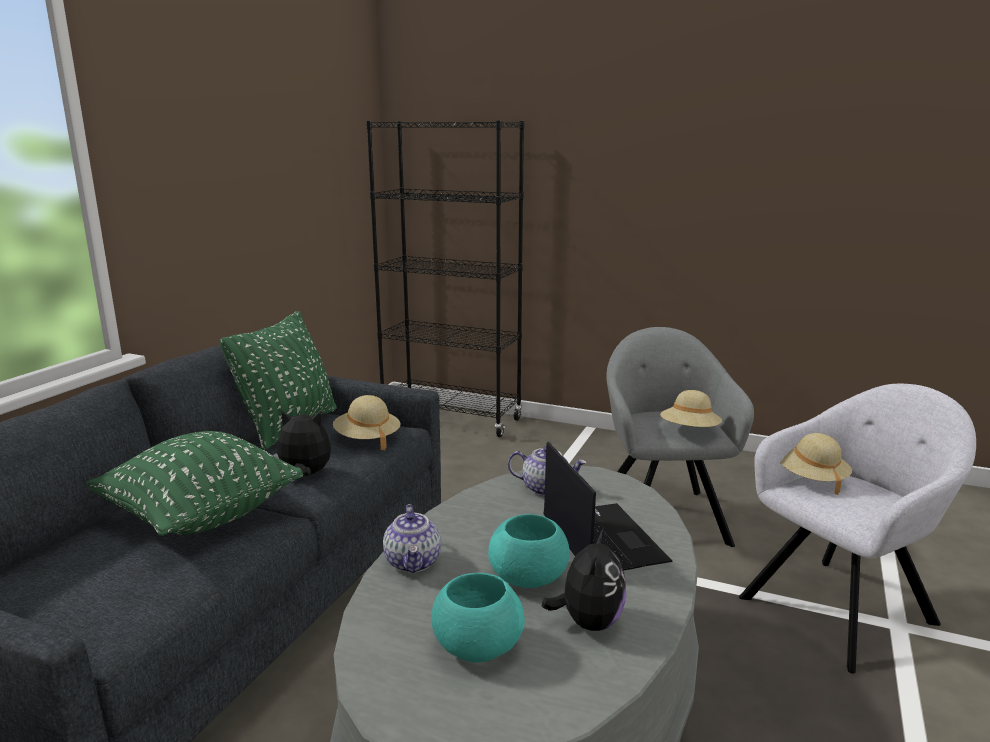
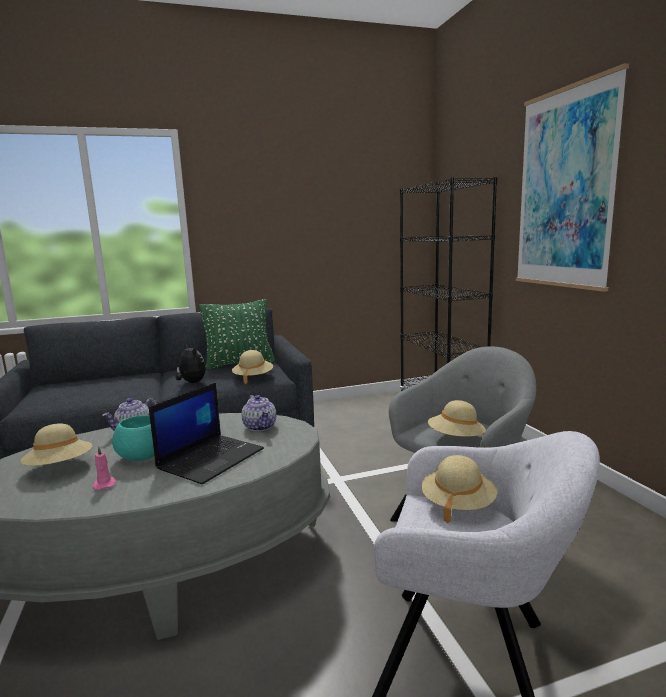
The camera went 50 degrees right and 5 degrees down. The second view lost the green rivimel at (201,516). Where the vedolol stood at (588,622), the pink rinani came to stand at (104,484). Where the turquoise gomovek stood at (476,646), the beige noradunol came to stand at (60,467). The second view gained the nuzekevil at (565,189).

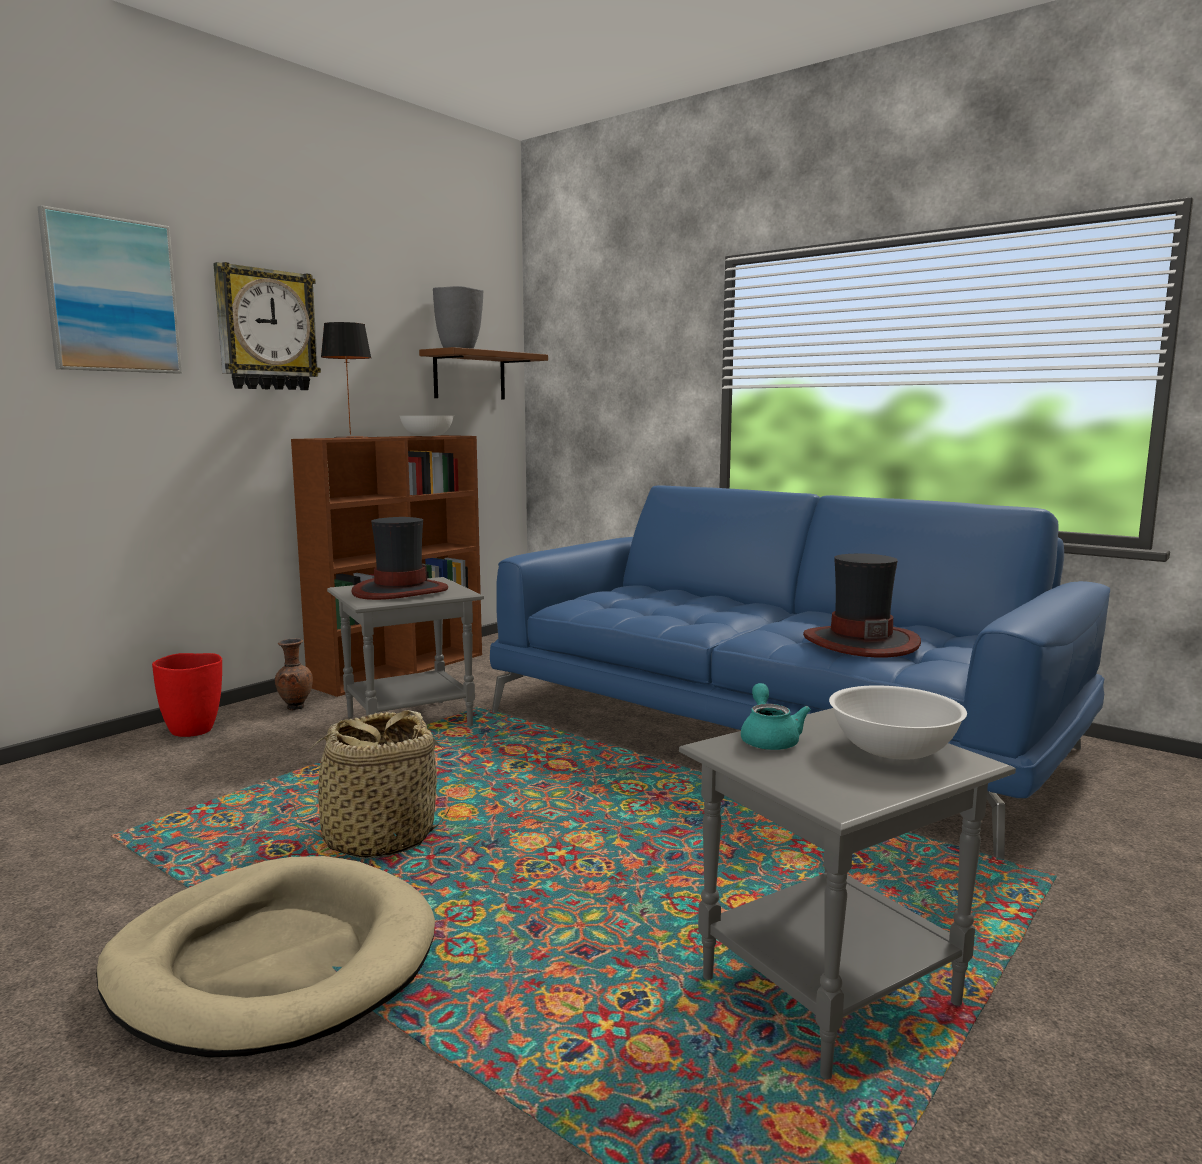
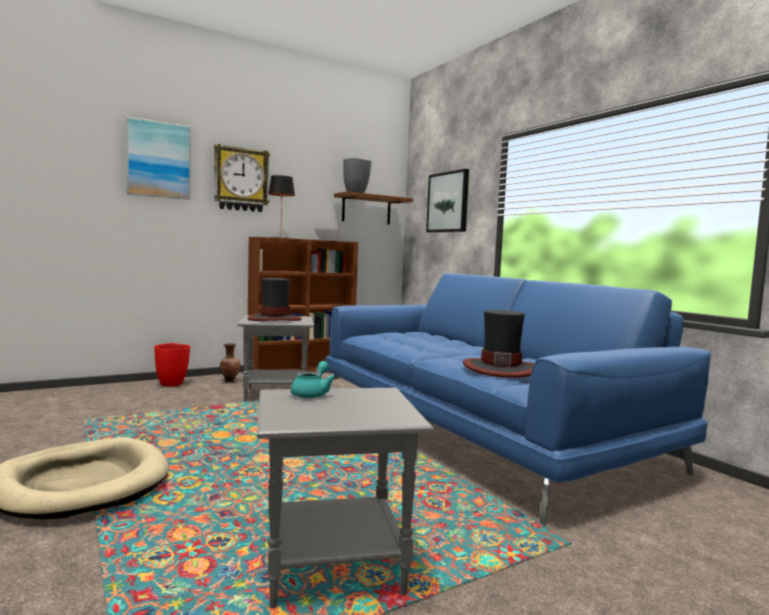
The camera went 20 degrees right and 5 degrees down. The second view lost the white gomovek at (894,750). The second view lost the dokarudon at (378,838). The second view gained the nuzekevil at (448,202).

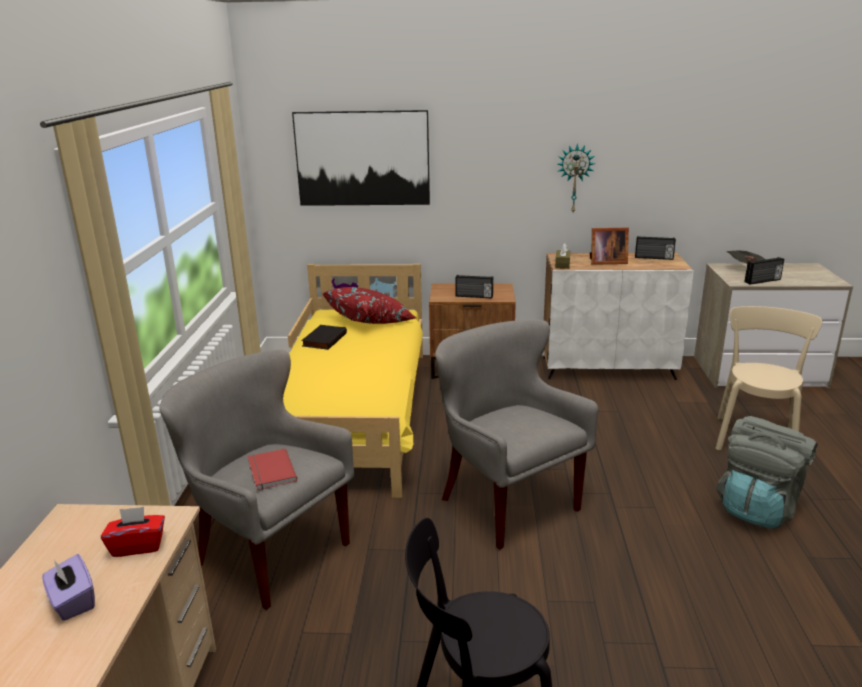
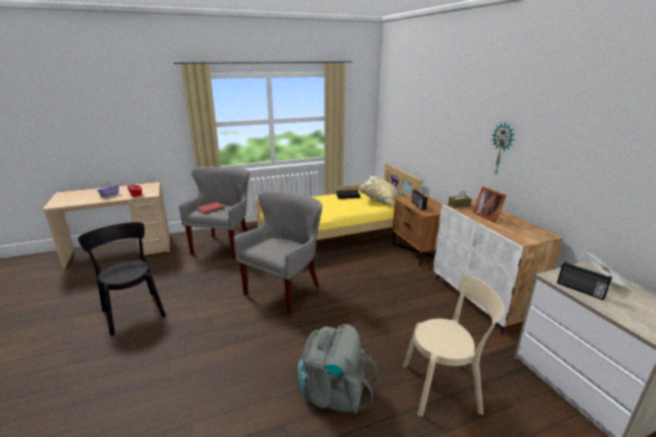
The camera went 65 degrees right and 0 degrees up. The second view lost the nuzekevil at (362,159). The second view lost the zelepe at (653,258). What was the red rivimel at (370,321) turned into the beige rivimel at (380,199).

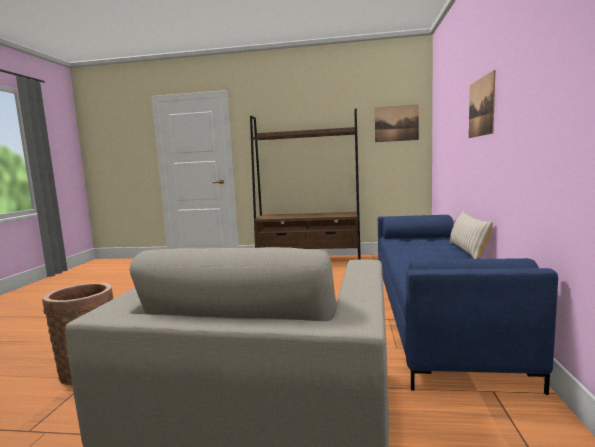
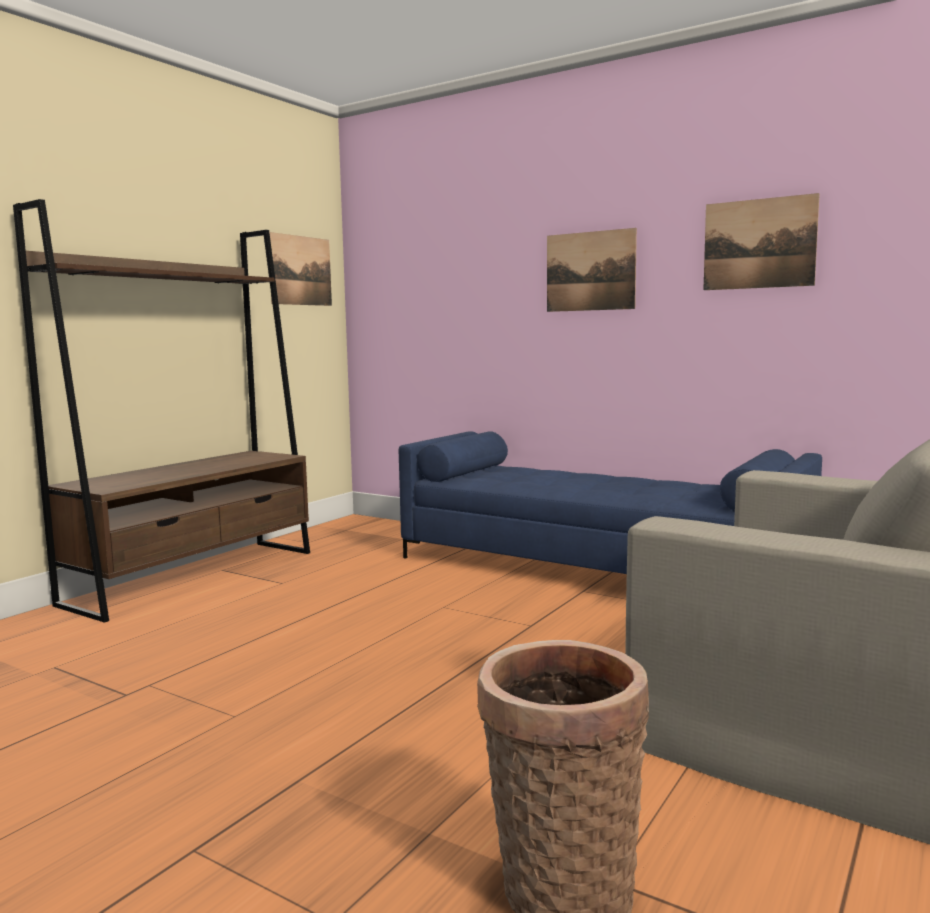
The camera went 65 degrees left and 0 degrees up. The second view lost the beige rivimel at (467,250). The second view gained the nuzekevil at (759,244).

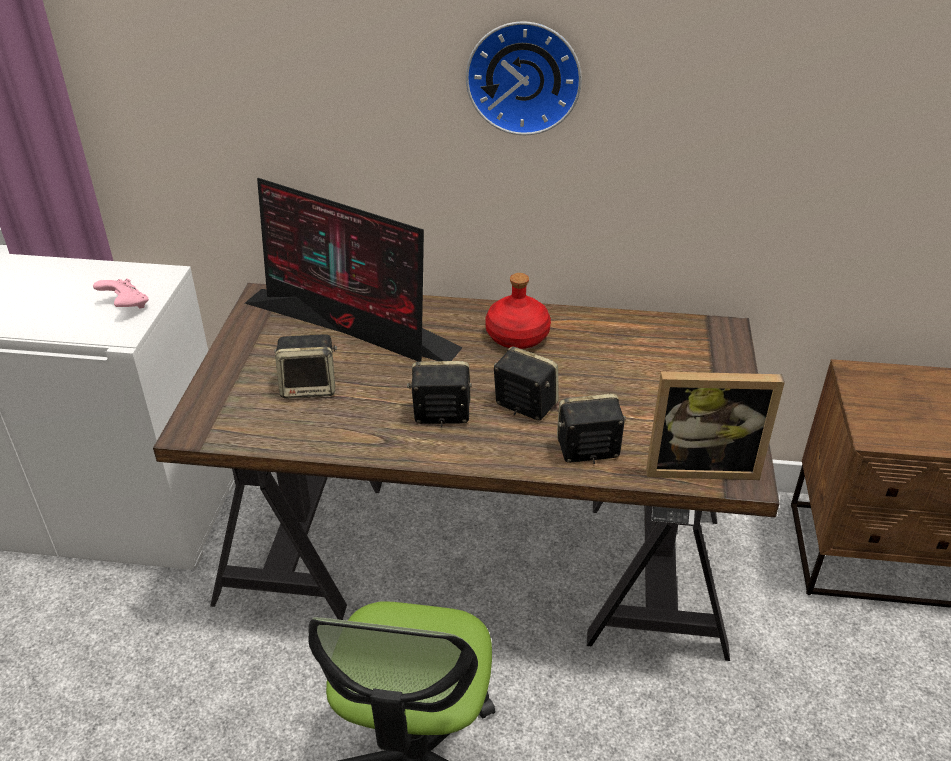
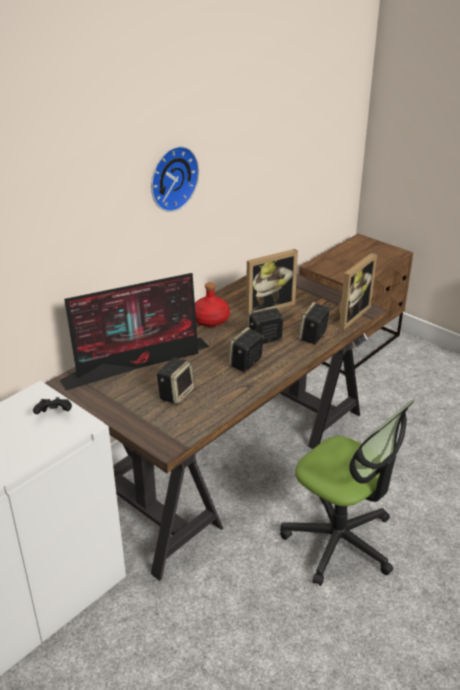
The camera went 55 degrees left and 5 degrees down. What was the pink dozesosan at (126,306) turned into the black dozesosan at (54,415). The second view gained the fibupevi at (267,306).

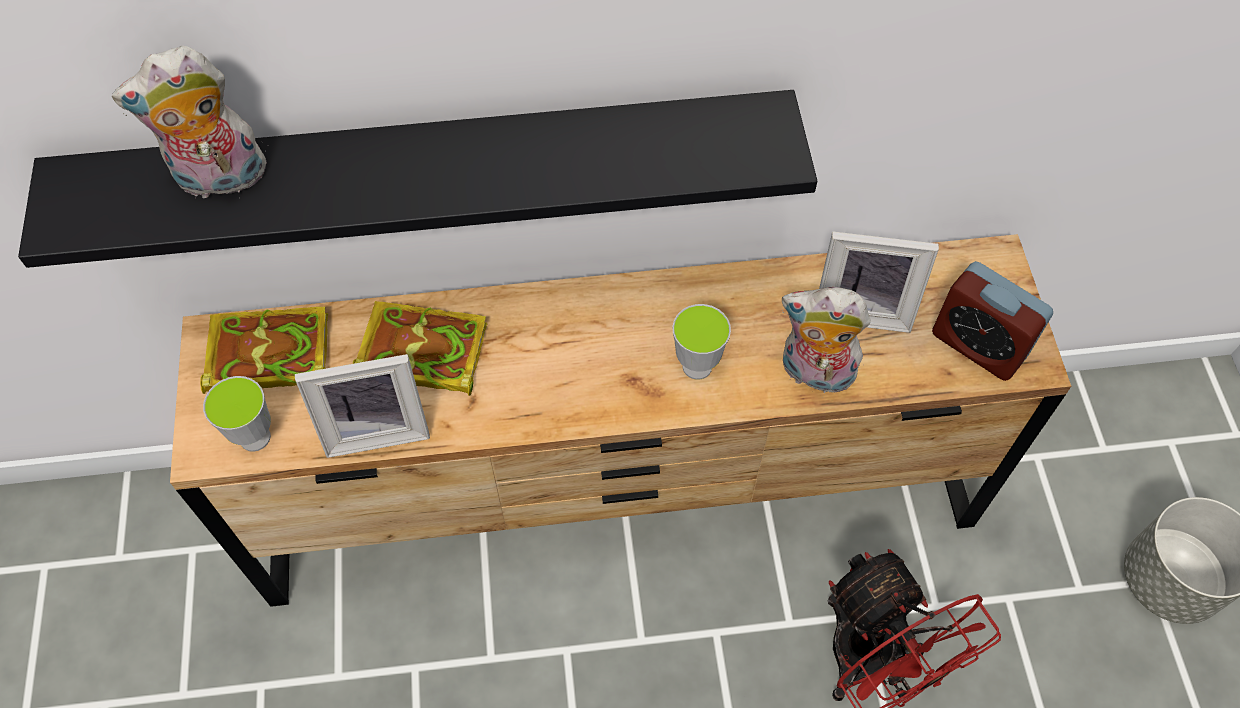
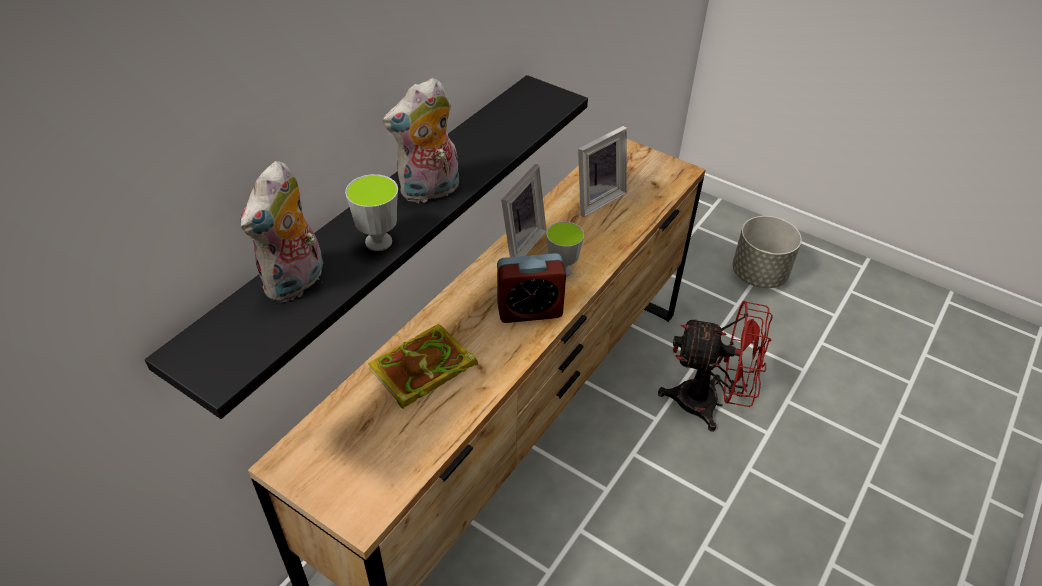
The camera went 50 degrees left and 15 degrees down. The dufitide ended up elsewhere, having gone from (978,345) to (529,310). The vedolol ended up elsewhere, having gone from (814,373) to (429,191). The second view lost the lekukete at (265,355). The fibupevi ended up elsewhere, having gone from (376,428) to (518,244). The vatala ended up elsewhere, having gone from (255,437) to (378,242).

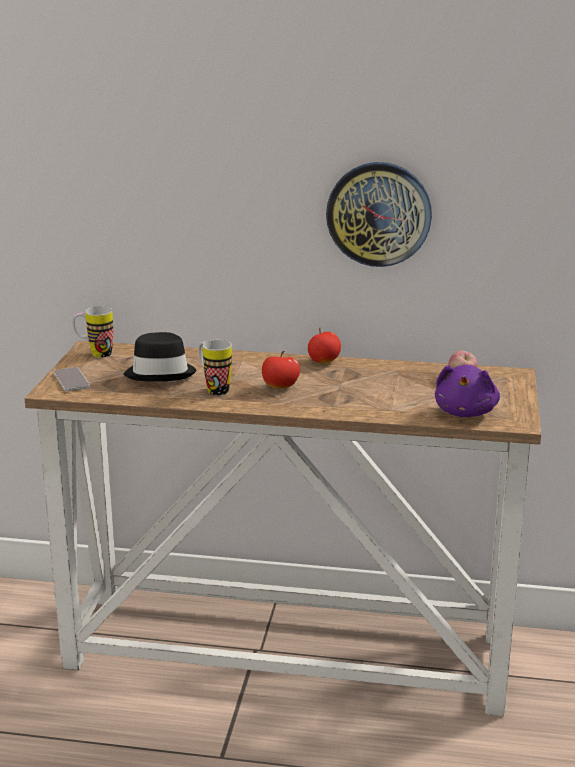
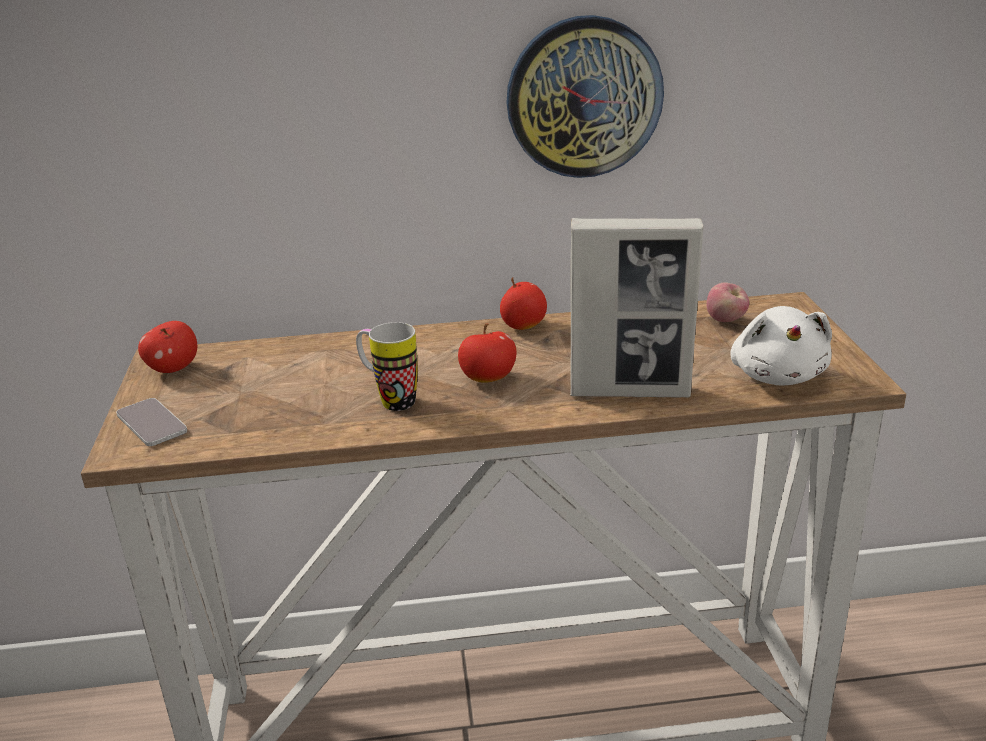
The camera went 15 degrees left and 5 degrees up. Where the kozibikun stood at (95,354), the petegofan came to stand at (173,369). The second view lost the black noradunol at (161,373). What was the purple vedolol at (466,412) turned into the white vedolol at (777,375). The second view gained the fibupevi at (630,392).

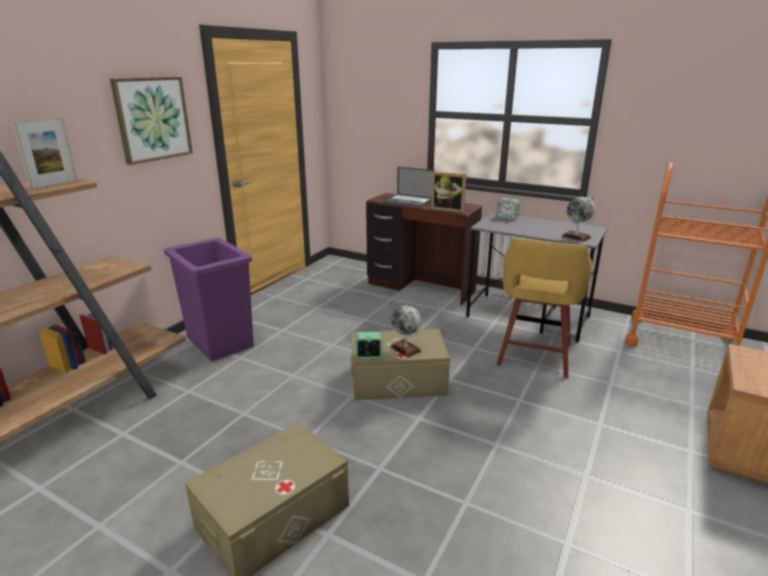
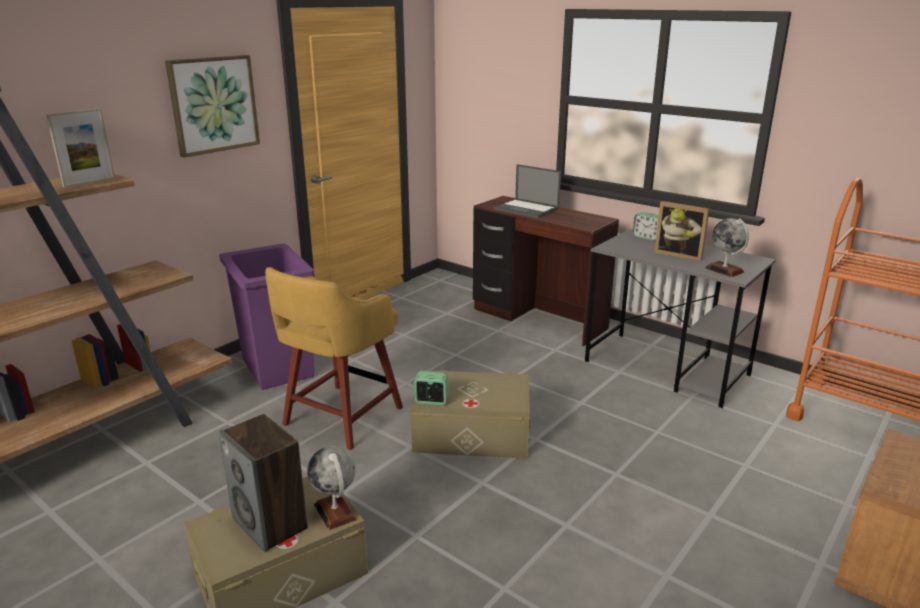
The camera went 10 degrees right and 0 degrees up. The fibupevi ended up elsewhere, having gone from (448,209) to (679,254). The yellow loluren ended up elsewhere, having gone from (533,356) to (340,418). The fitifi ended up elsewhere, having gone from (405,349) to (335,512). The second view gained the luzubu at (270,524).

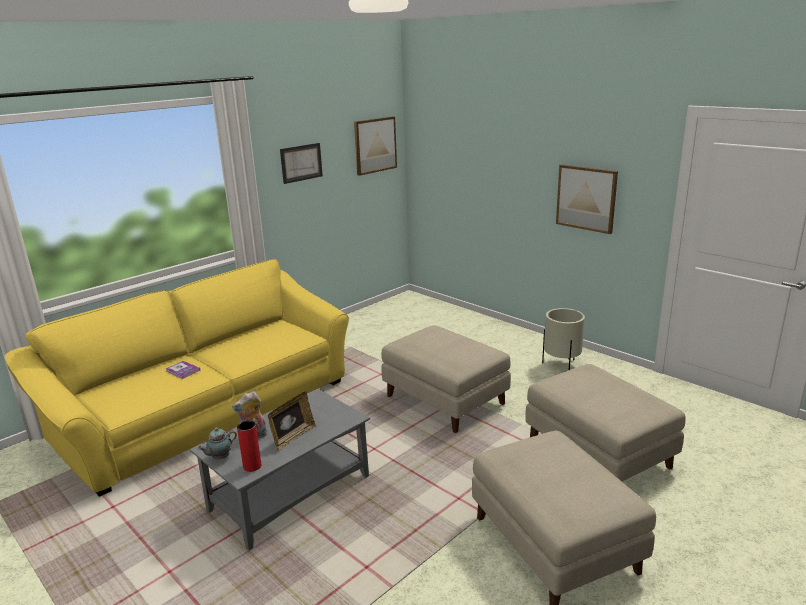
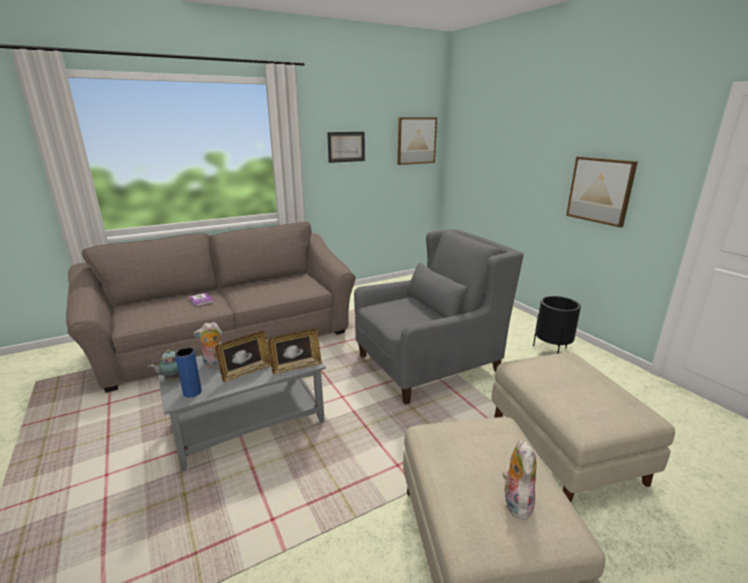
The camera went 15 degrees right and 0 degrees up. What was the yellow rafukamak at (207,411) turned into the brown rafukamak at (229,338). What was the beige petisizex at (561,366) turned into the black petisizex at (551,351). Where the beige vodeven stood at (446,400), the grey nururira came to stand at (428,365). What was the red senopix at (252,466) turned into the blue senopix at (192,392). The second view gained the fibupevi at (296,367). The second view gained the vedolol at (515,502).

